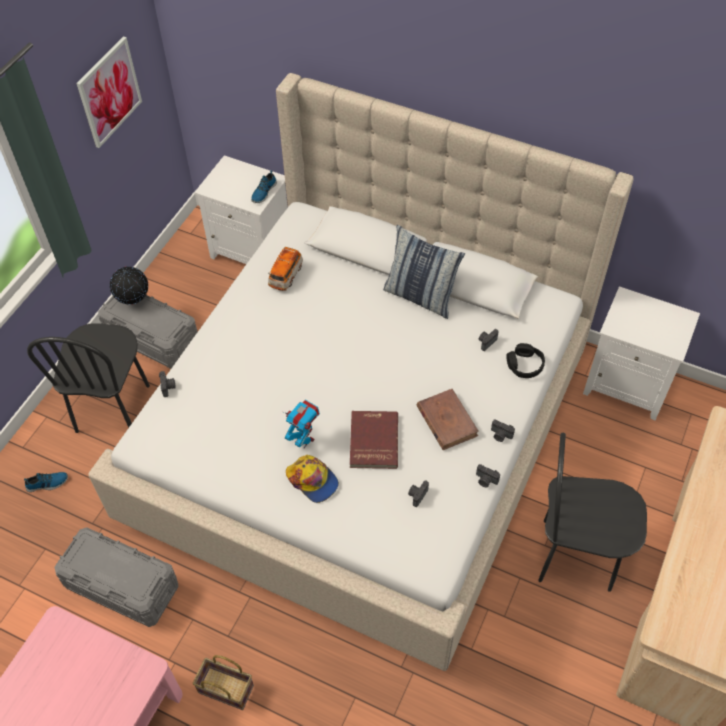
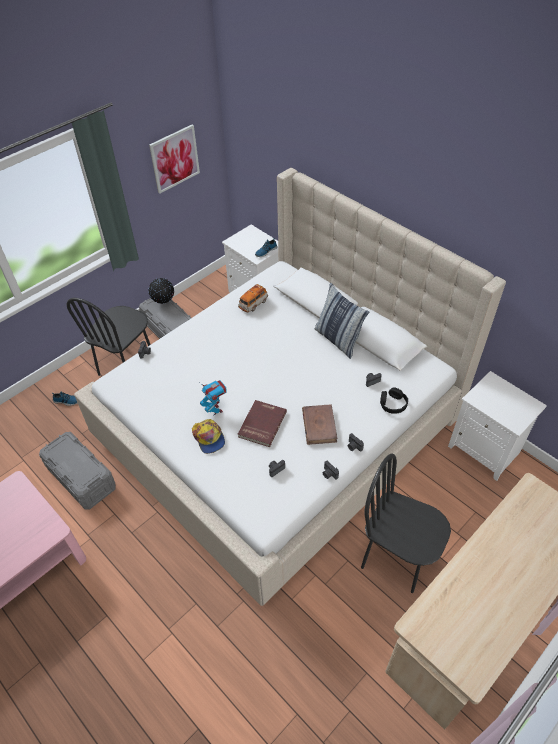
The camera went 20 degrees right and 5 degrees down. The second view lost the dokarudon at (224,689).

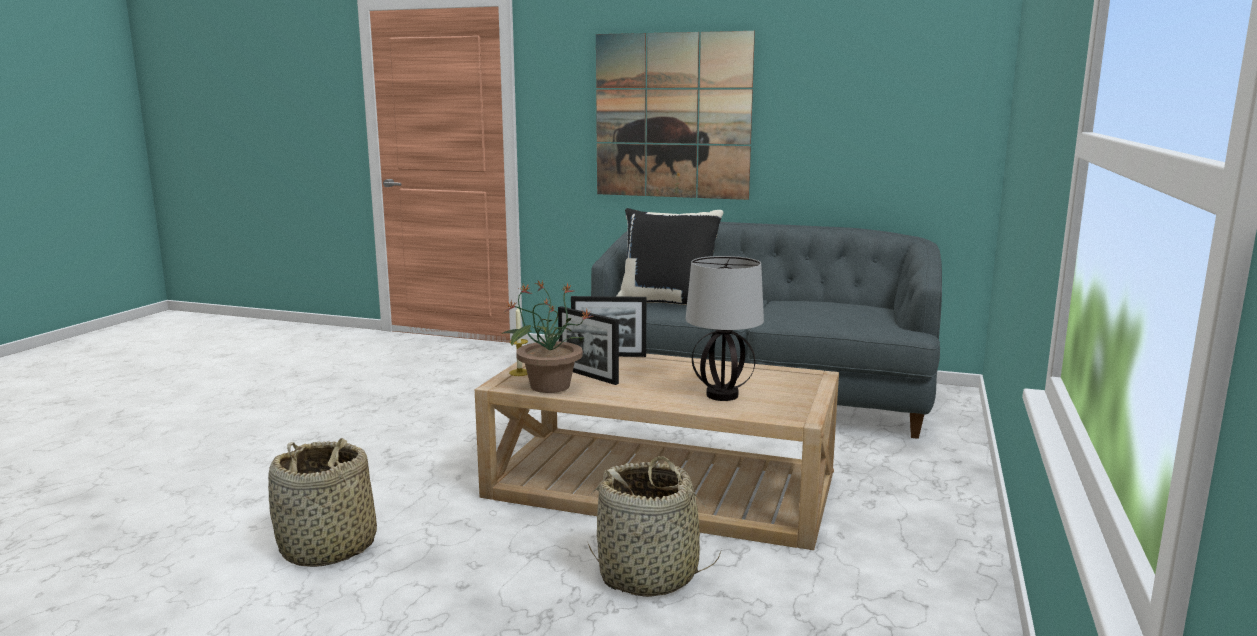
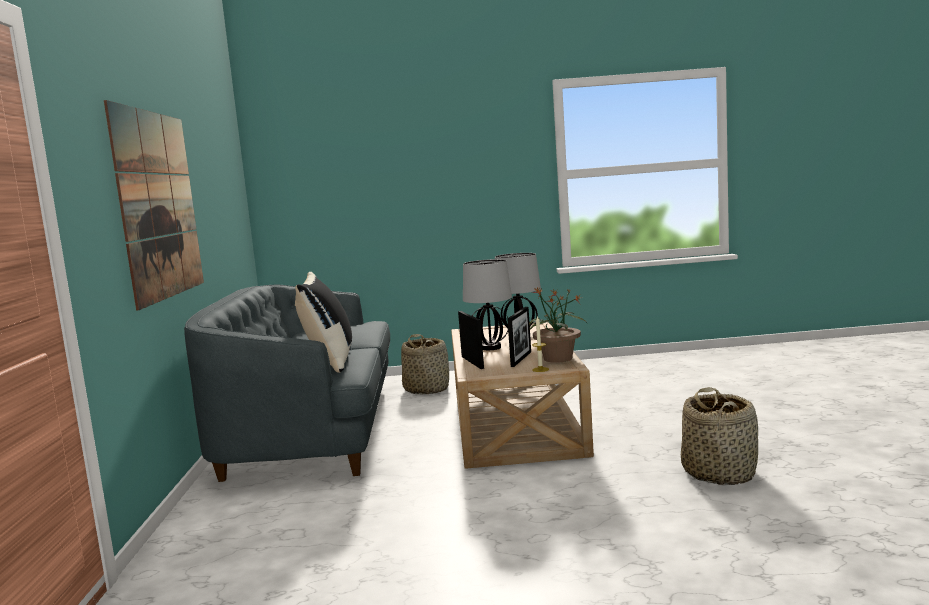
The camera went 110 degrees left and 5 degrees down. The dokarudon ended up elsewhere, having gone from (649,575) to (427,389). The second view gained the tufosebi at (490,348).

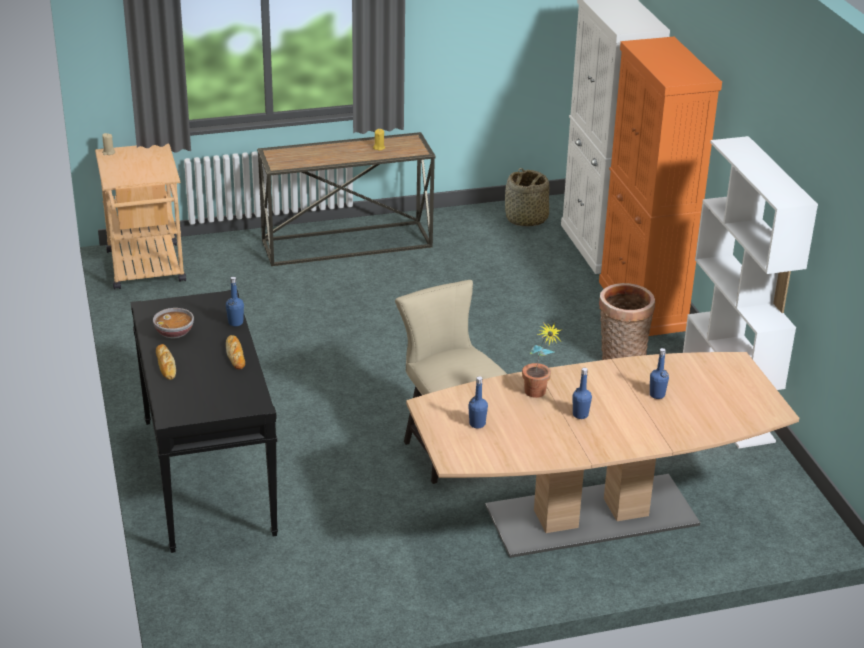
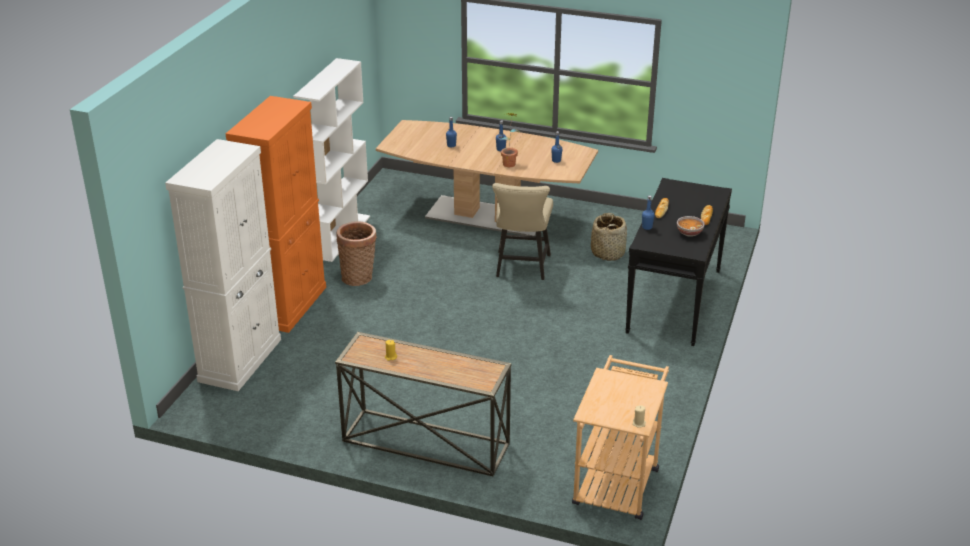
The camera went 145 degrees left and 0 degrees up. The dokarudon ended up elsewhere, having gone from (526,219) to (608,252).

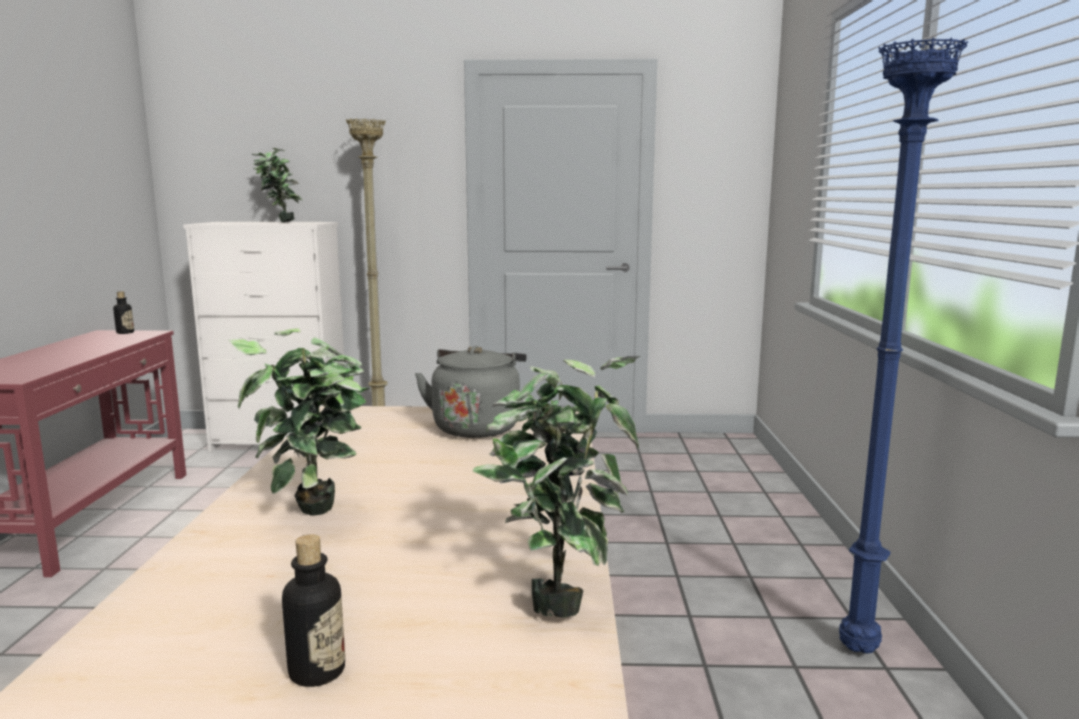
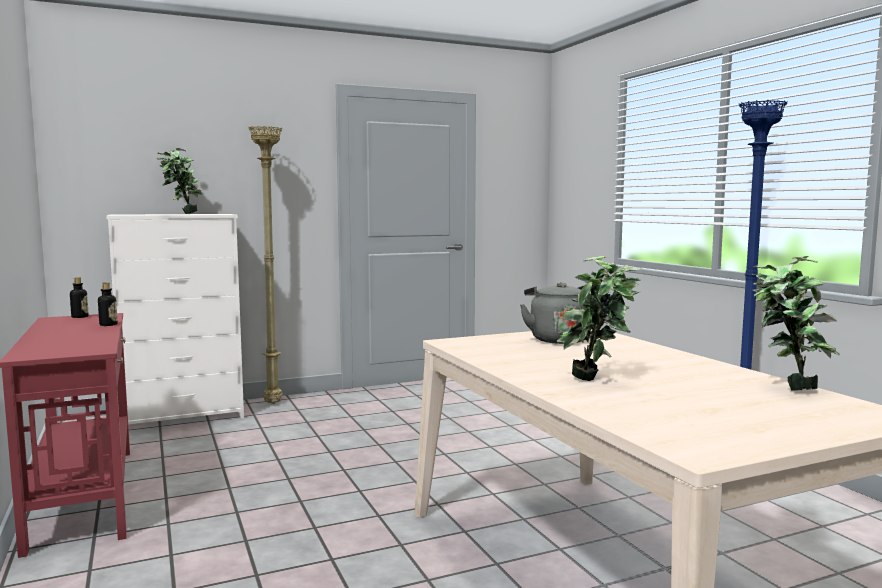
The camera went 25 degrees left and 5 degrees down. The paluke ended up elsewhere, having gone from (317,671) to (108,325).

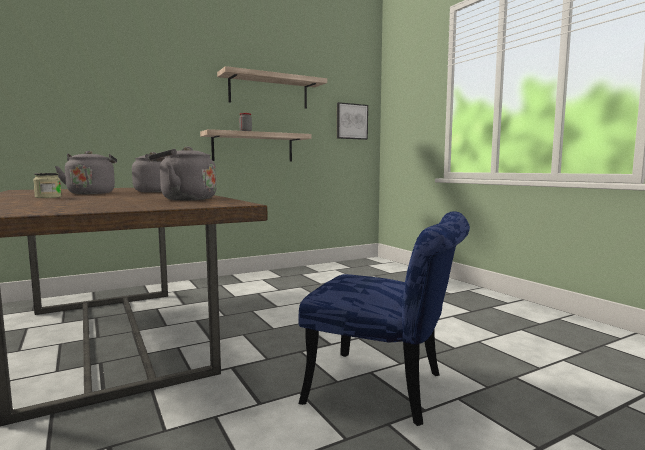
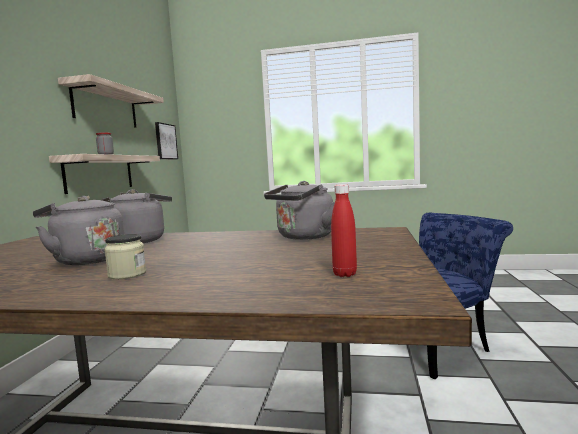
The camera went 50 degrees left and 0 degrees up. The second view gained the red paluke at (344,274).

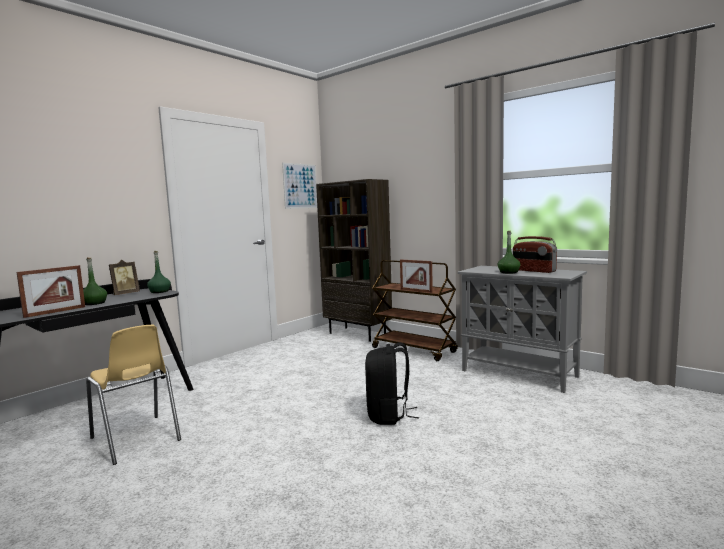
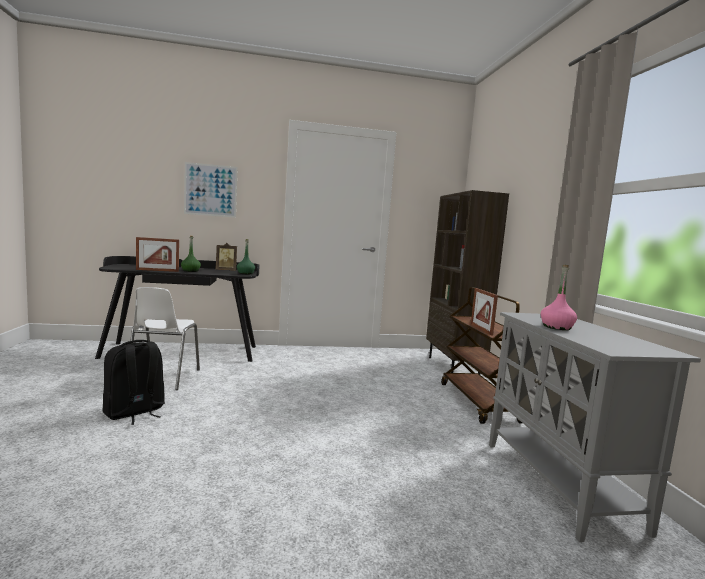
The camera went 40 degrees right and 0 degrees up. The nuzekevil ended up elsewhere, having gone from (300,186) to (210,190). What was the green paluke at (508,272) turned into the pink paluke at (556,327). The second view lost the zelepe at (533,271). What was the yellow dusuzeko at (136,439) turned into the white dusuzeko at (163,378). The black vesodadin ended up elsewhere, having gone from (389,415) to (134,412).

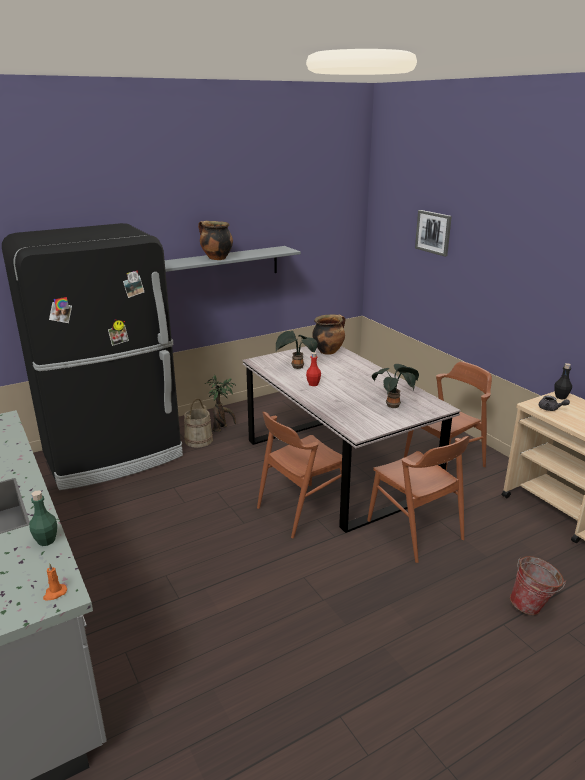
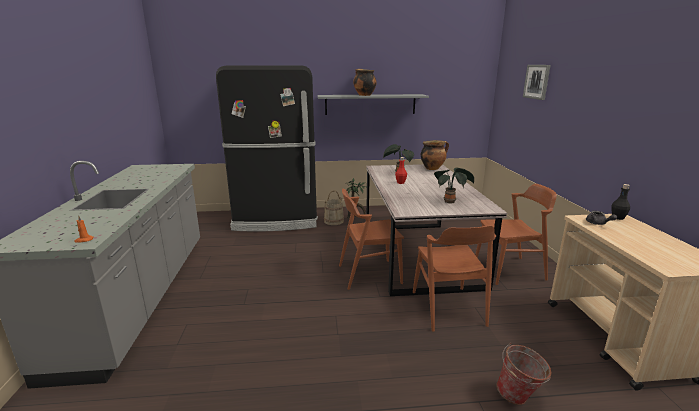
The camera went 25 degrees right and 5 degrees down. The second view lost the green paluke at (46,541).

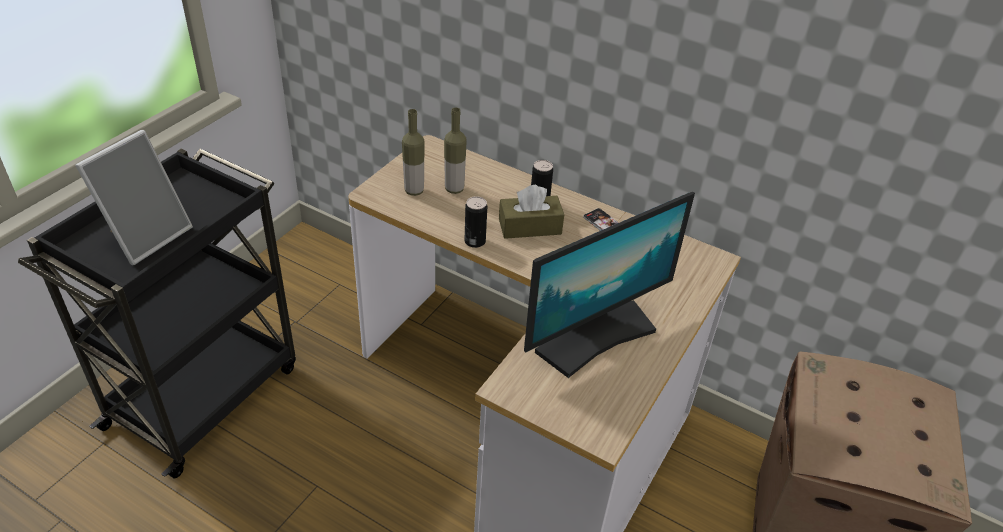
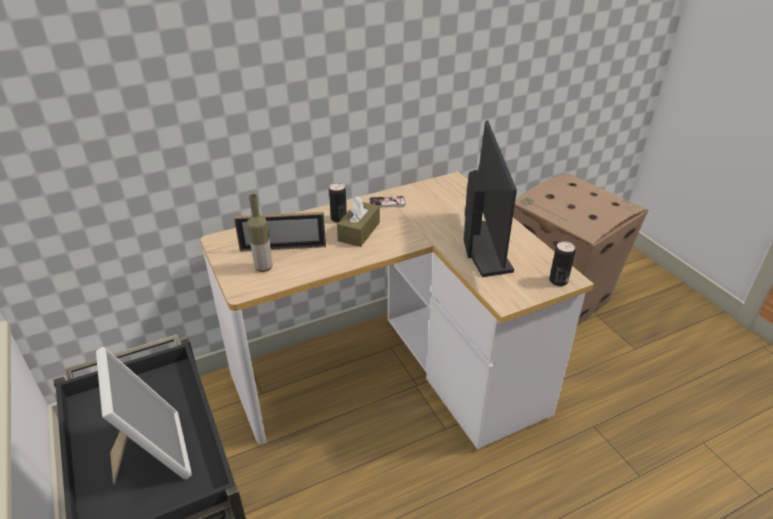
The camera went 55 degrees left and 5 degrees down. Where the paluke stood at (454,189), the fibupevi came to stand at (283,248). The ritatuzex ended up elsewhere, having gone from (475,241) to (558,281).

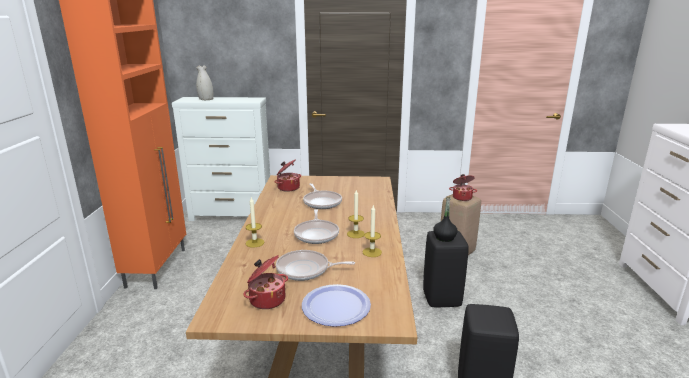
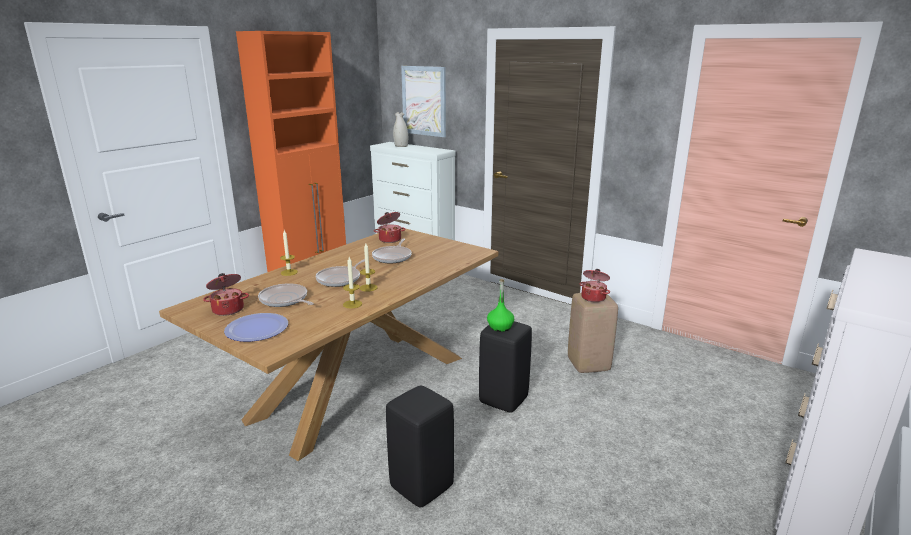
The camera went 35 degrees right and 0 degrees up. What was the black paluke at (444,237) turned into the green paluke at (500,327). The second view gained the nuzekevil at (424,101).

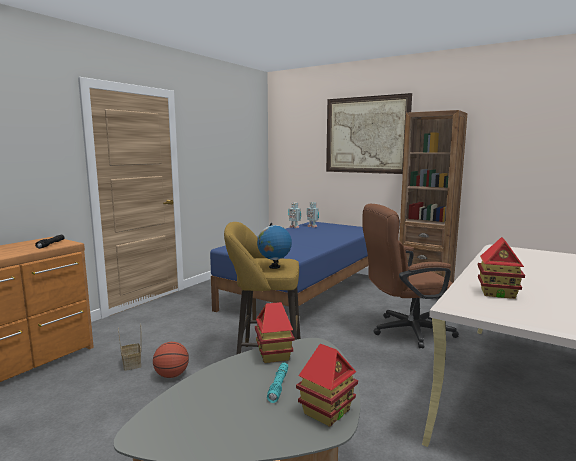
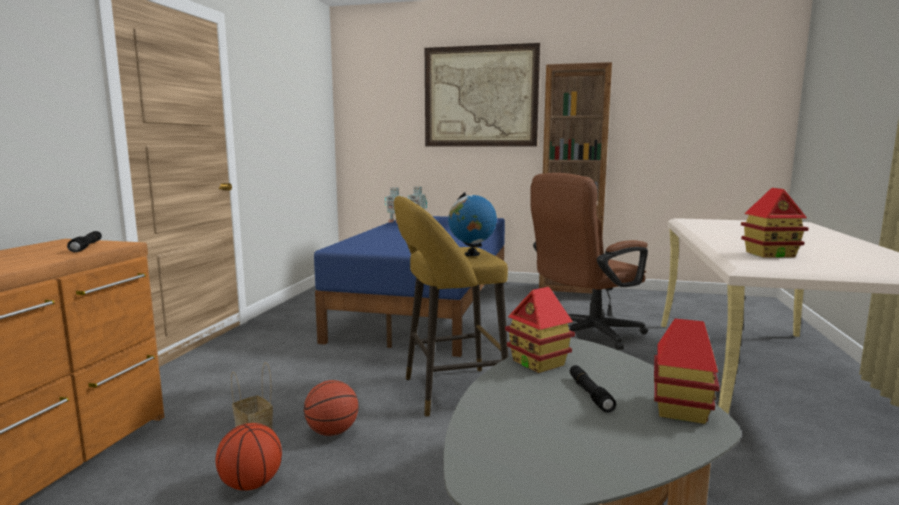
The camera went 20 degrees left and 0 degrees up. What was the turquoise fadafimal at (278,386) turned into the black fadafimal at (590,394). The second view gained the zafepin at (251,484).

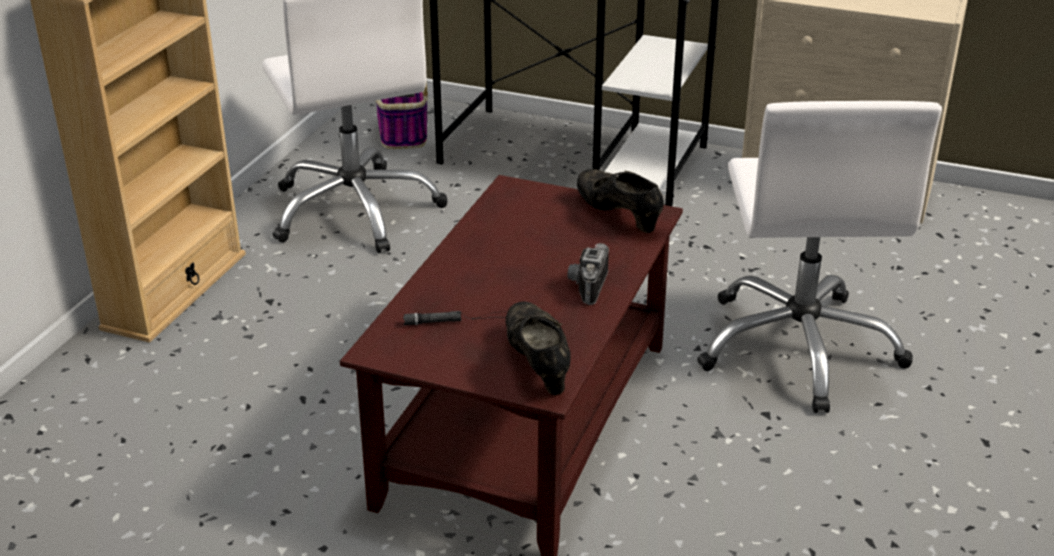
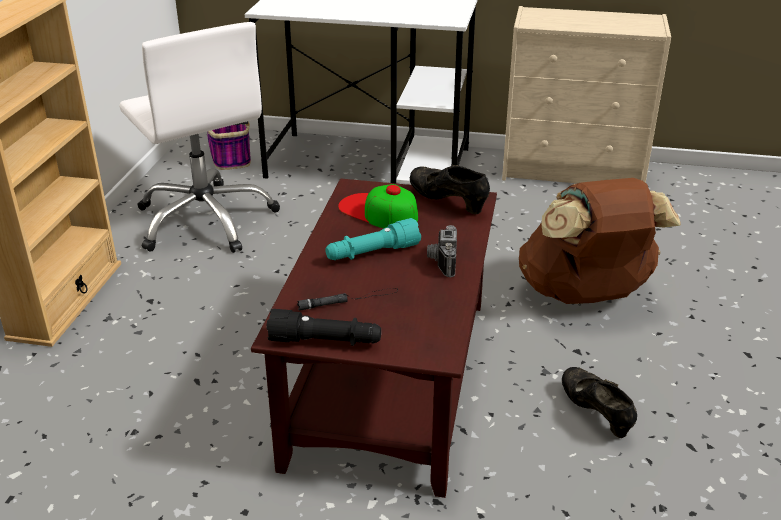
The camera went 10 degrees left and 0 degrees up. Where the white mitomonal stood at (799,347), the brown vesodadin came to stand at (585,295). The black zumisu ended up elsewhere, having gone from (538,364) to (595,413). The second view gained the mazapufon at (378,211). The second view gained the turquoise fadafimal at (372,253). The second view gained the black fadafimal at (325,342).

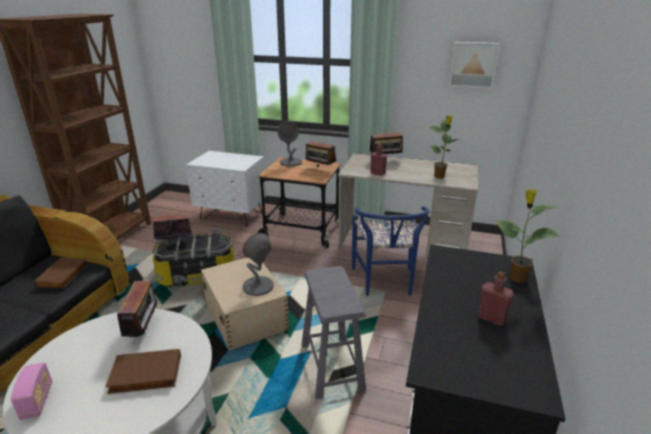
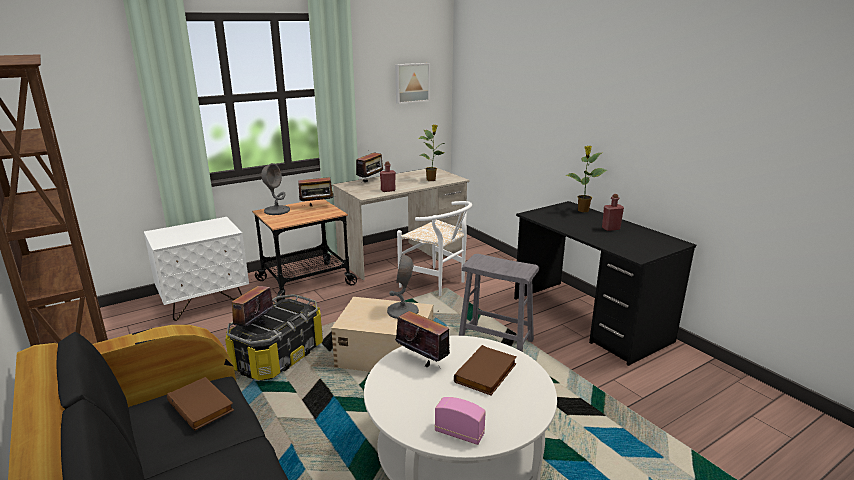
The camera went 50 degrees left and 5 degrees down. What was the blue dusuzeko at (385,284) turned into the white dusuzeko at (437,284).

